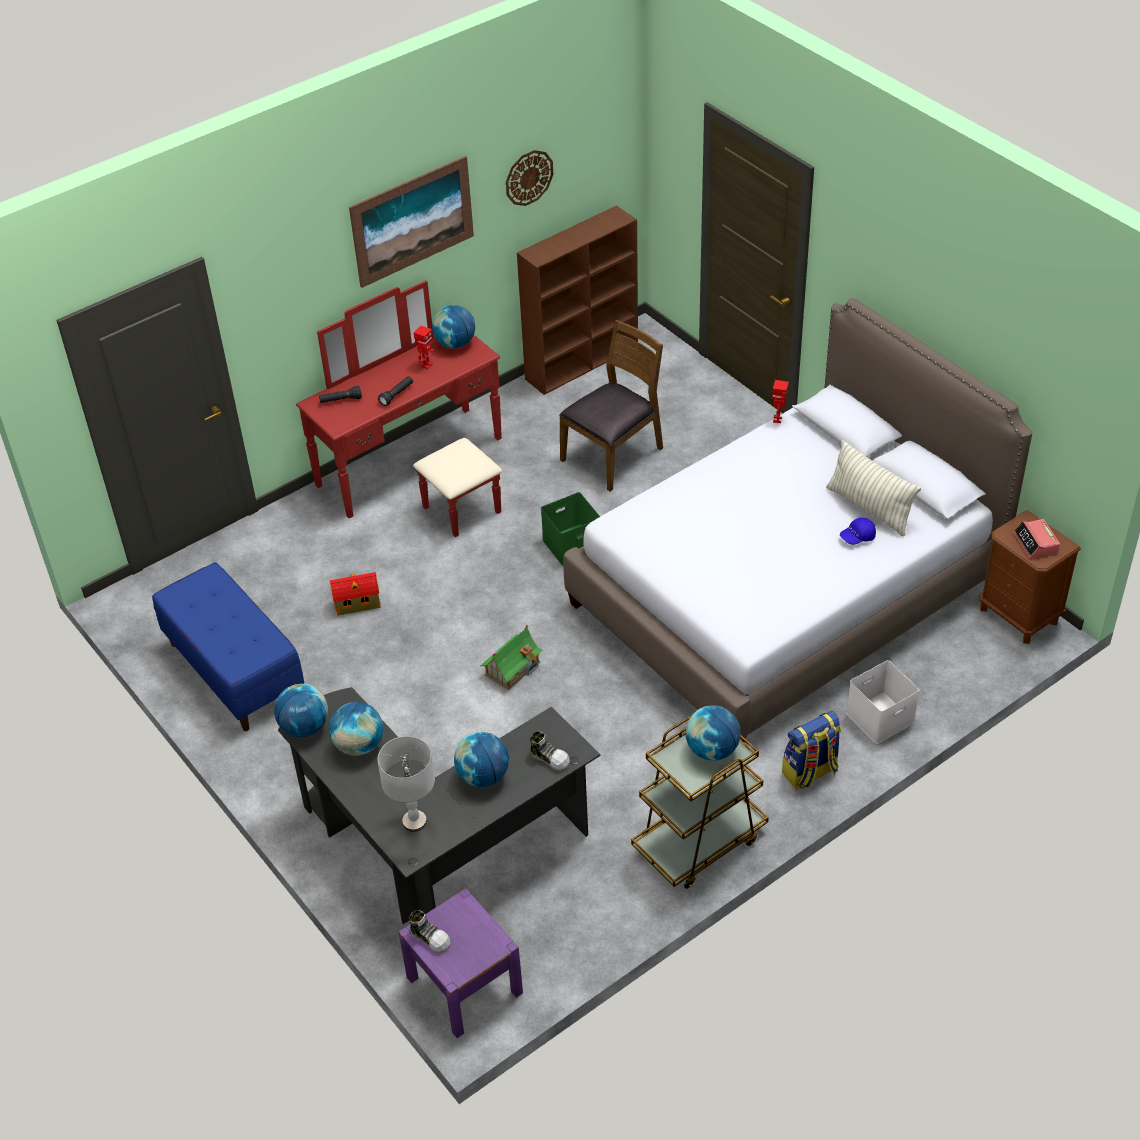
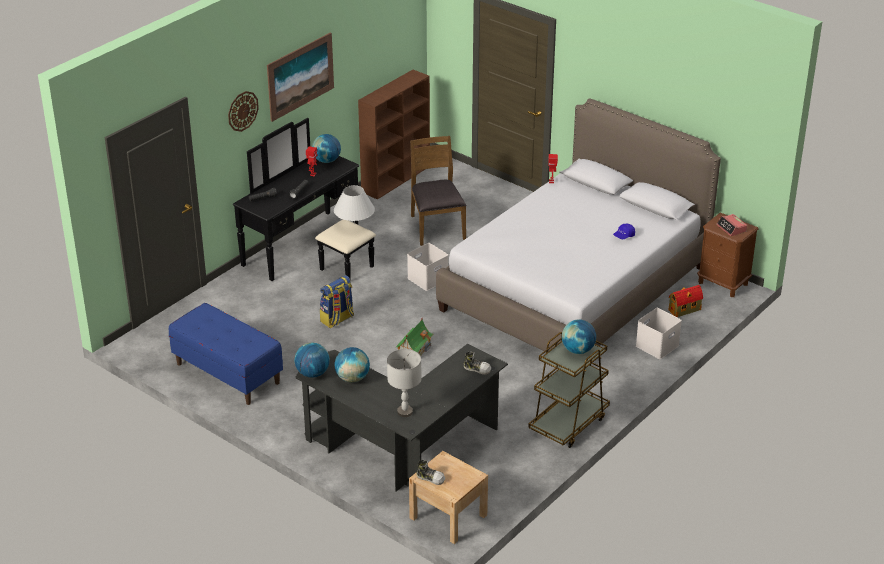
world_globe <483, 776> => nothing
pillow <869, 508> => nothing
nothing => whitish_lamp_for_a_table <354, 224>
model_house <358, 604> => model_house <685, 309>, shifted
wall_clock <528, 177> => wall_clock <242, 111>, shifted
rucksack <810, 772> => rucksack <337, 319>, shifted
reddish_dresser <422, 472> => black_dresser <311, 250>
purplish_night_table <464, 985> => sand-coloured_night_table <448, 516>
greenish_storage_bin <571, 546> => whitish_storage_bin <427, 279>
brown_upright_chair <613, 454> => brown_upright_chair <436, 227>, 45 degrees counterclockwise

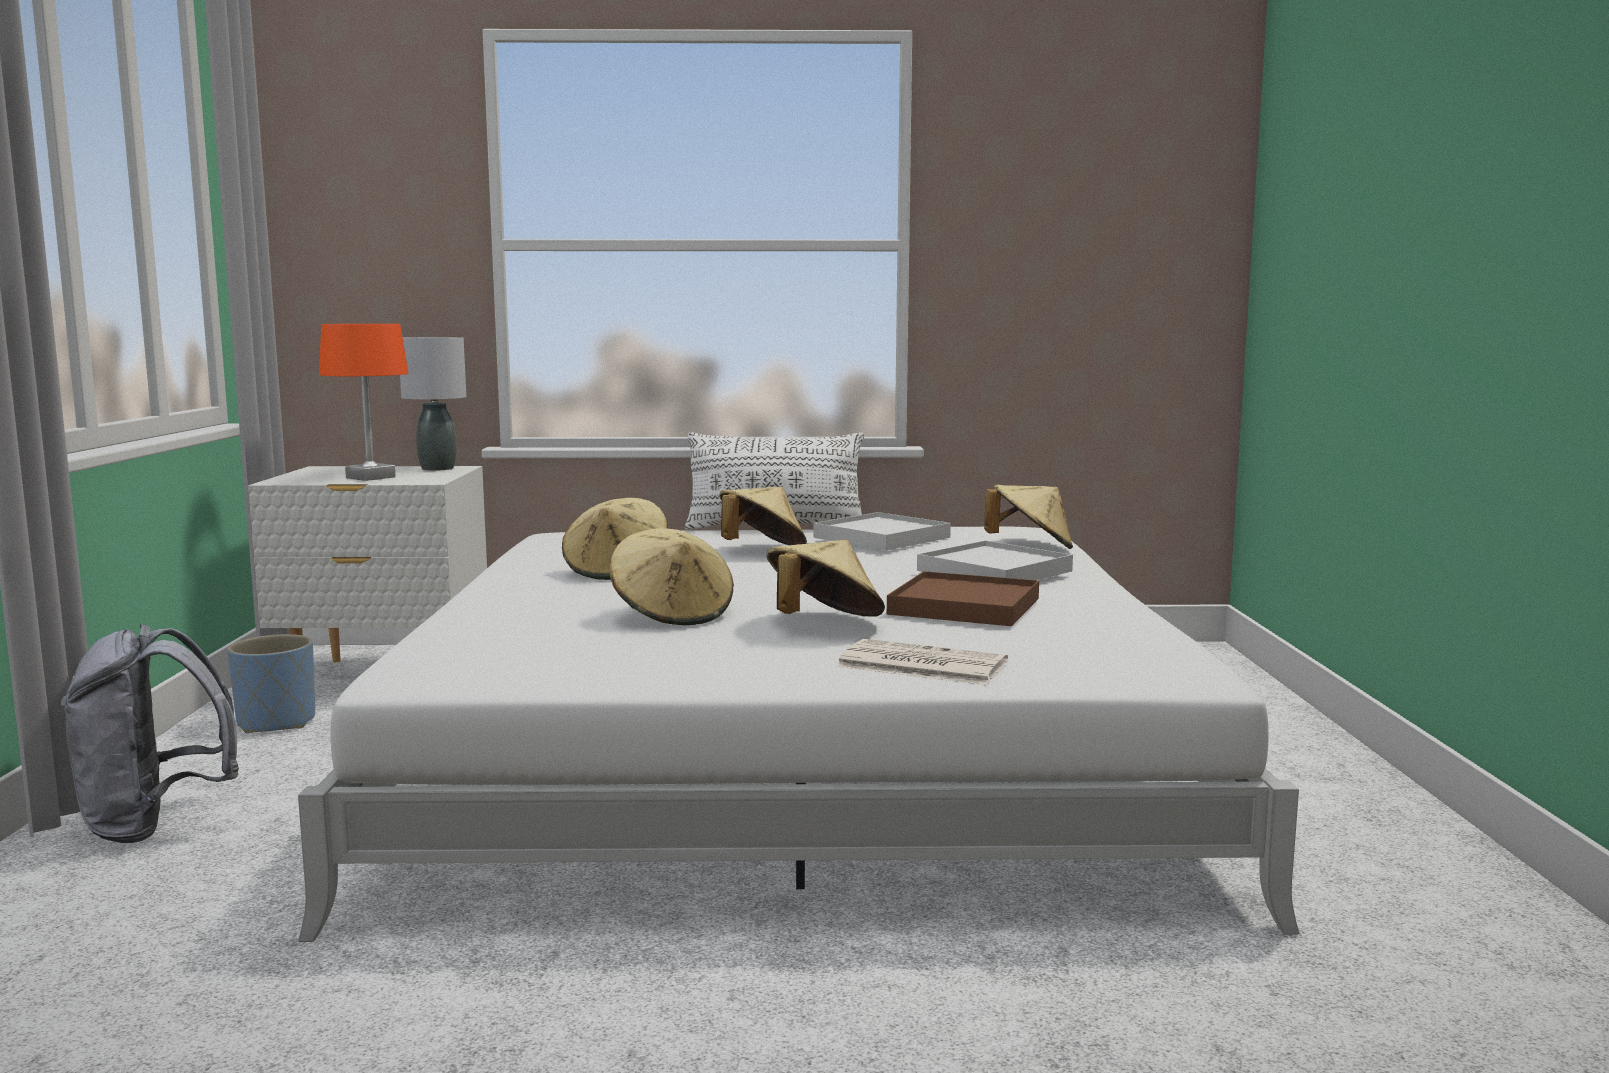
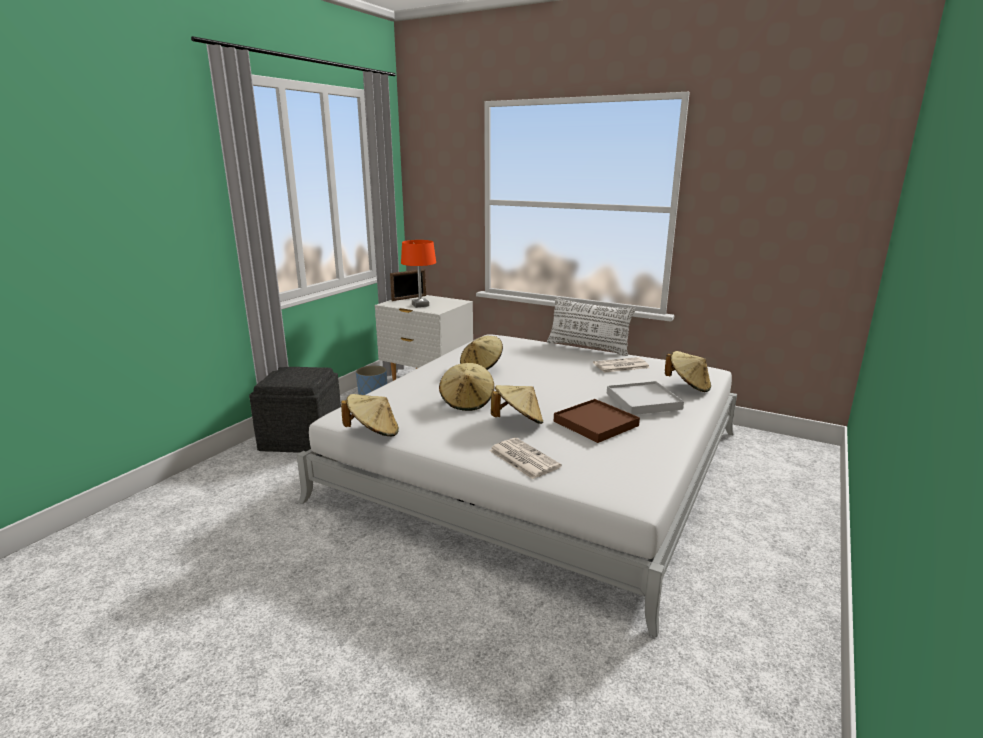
grey_lamp_for_a_table <438, 468> => nothing
nothing => picture_frame <409, 298>
sand-coloured_clothing_hat <762, 550> => sand-coloured_clothing_hat <373, 432>, shifted
grey_rucksack <155, 824> => grey_footrest <302, 438>
whitish_carrying_tray <881, 537> => printed_paper <620, 366>

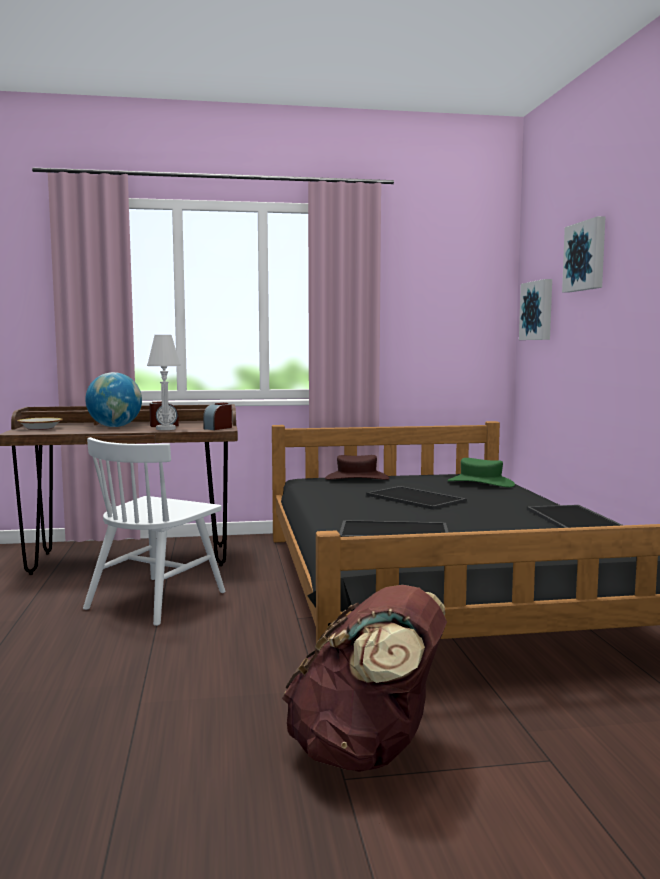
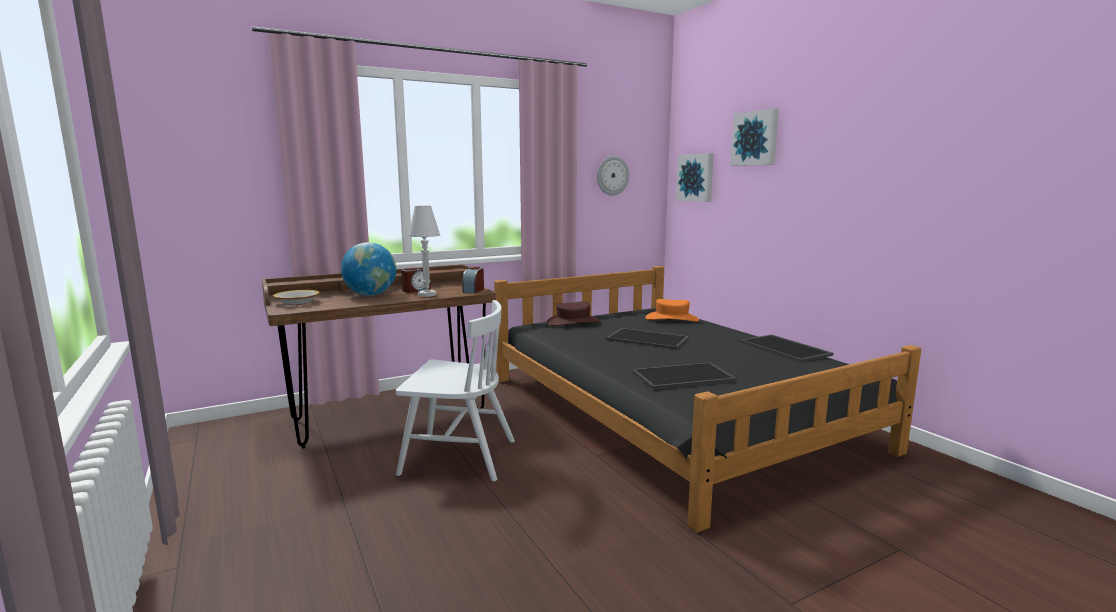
brown_rucksack <366, 752> => nothing
nothing => wall_clock <612, 175>
greenish_clothing_hat <480, 483> => orange-coloured_clothing_hat <671, 319>
whitish_upright_chair <156, 600> => whitish_upright_chair <458, 457>, 90 degrees counterclockwise

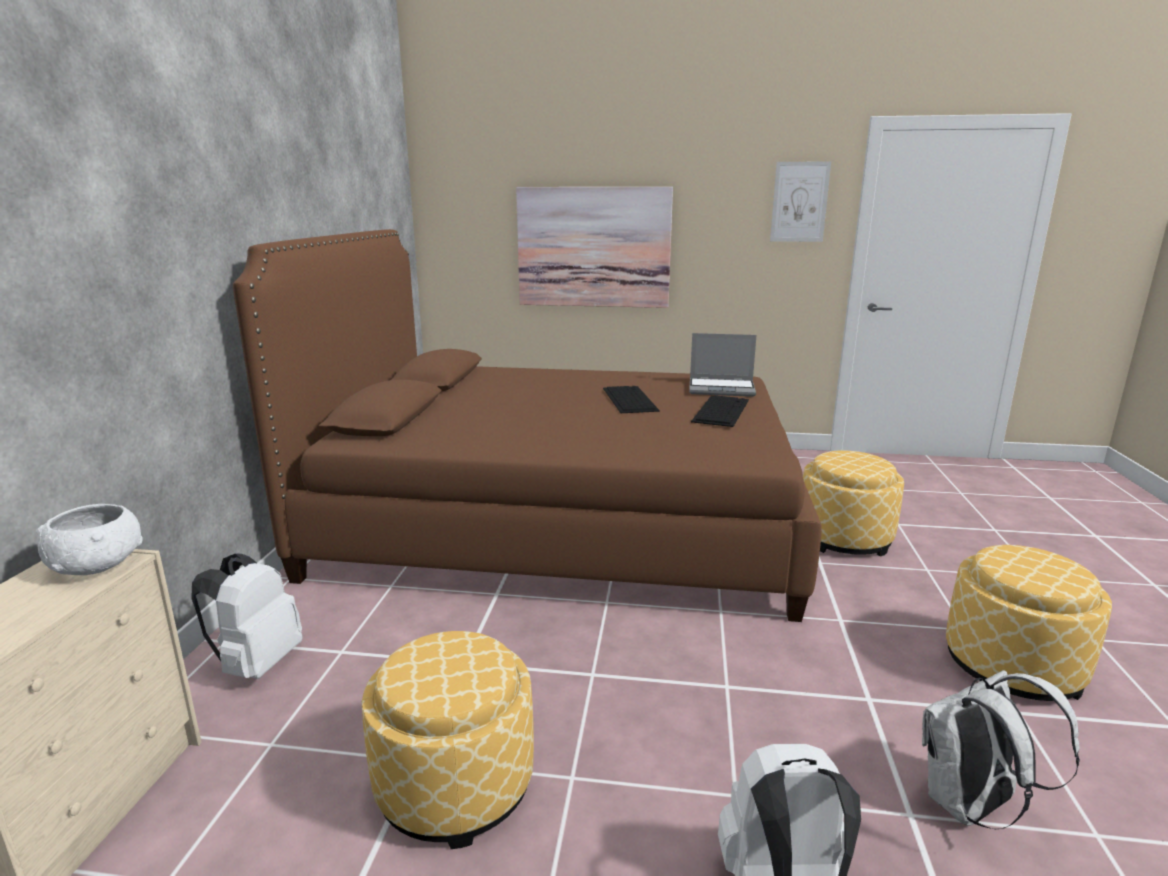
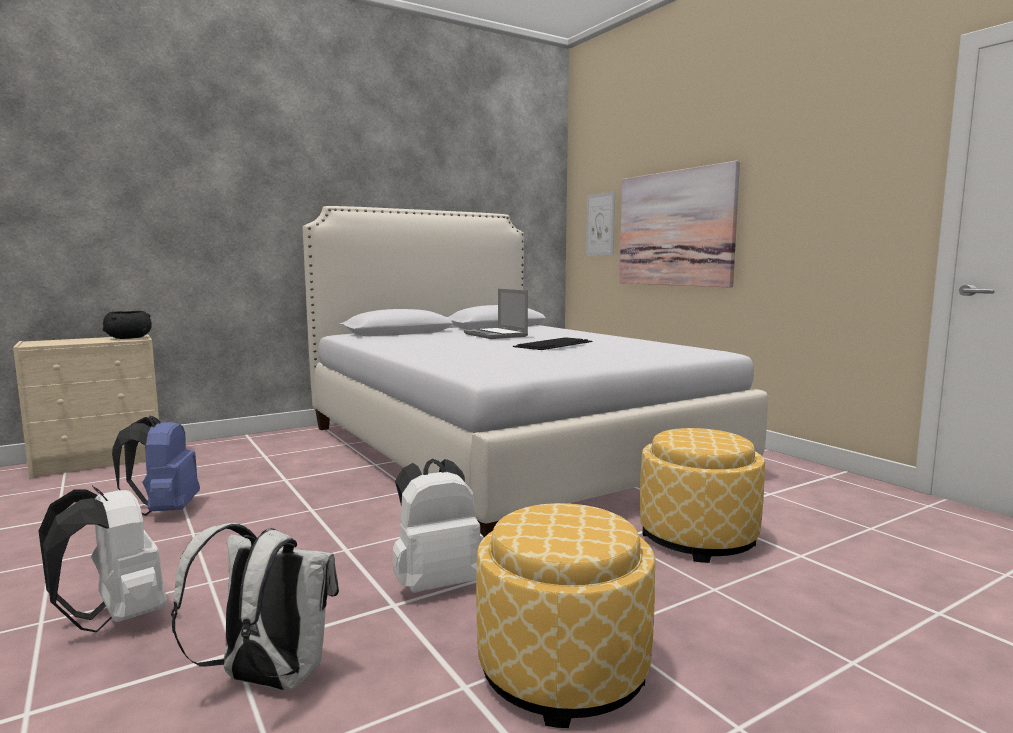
PC_keyboard <721, 410> => nothing
whitish_rucksack <257, 664> => whitish_rucksack <437, 583>, shifted
laptop <722, 389> => laptop <496, 335>, shifted
wall_art <799, 202> => wall_art <600, 224>, shifted
footrest <455, 785> => bluish_rucksack <165, 510>
whitish_bowl <97, 565> => black_bowl <129, 338>
brown_bed <561, 521> => whitish_bed <505, 450>

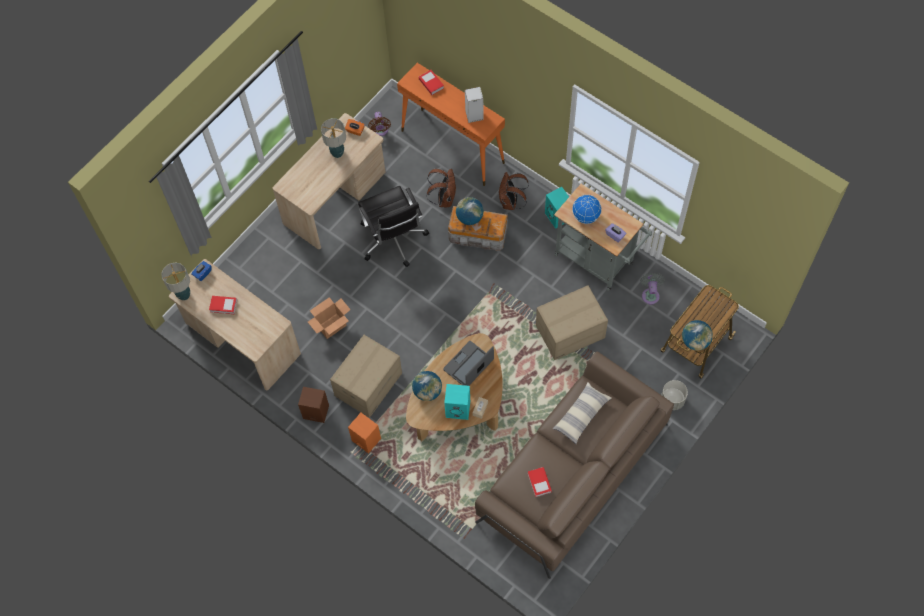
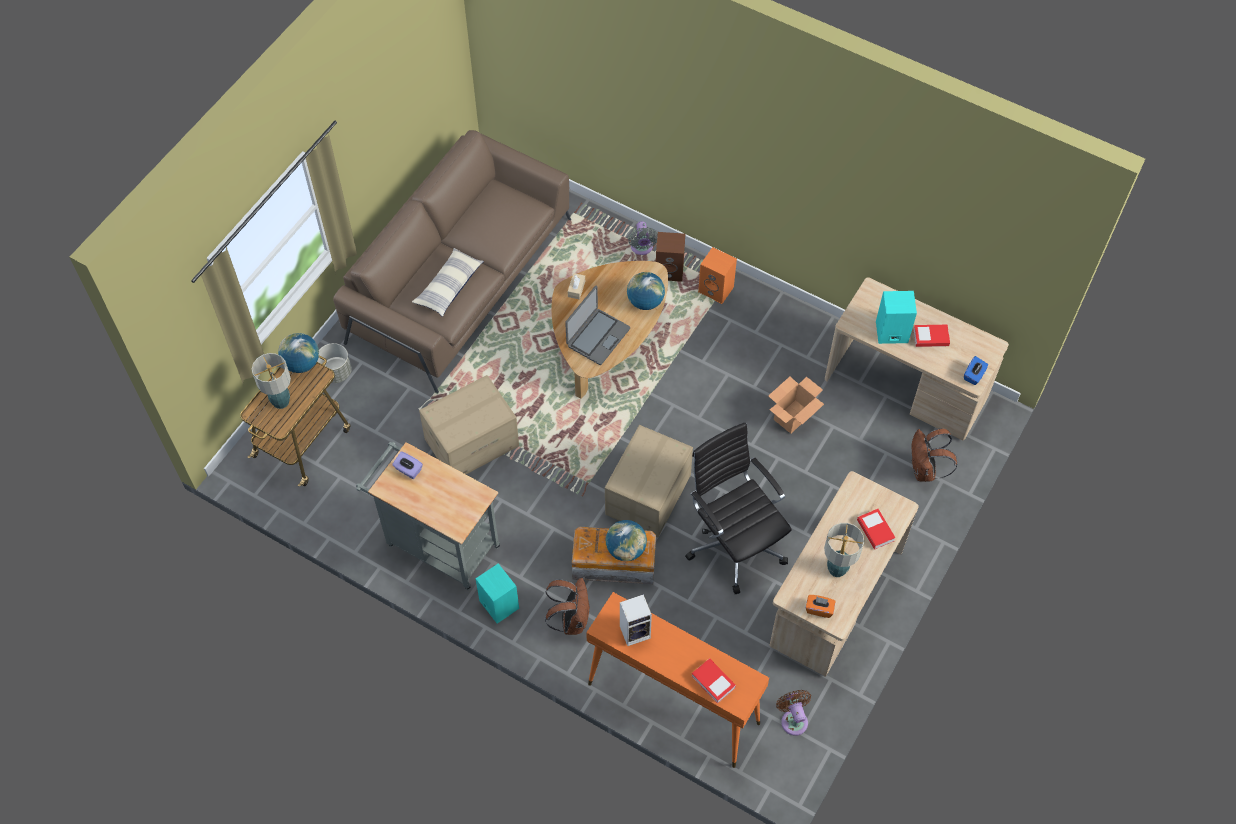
world_globe <585, 216> => nothing
lamp_for_a_table <183, 295> => lamp_for_a_table <281, 402>, shifted
brown_speaker <315, 412> => brown_speaker <670, 270>, shifted
carton <368, 384> => carton <648, 495>, shifted
brown_rucksack <444, 198> => brown_rucksack <925, 470>, shifted
turquoise-coloured_speaker <458, 408> => turquoise-coloured_speaker <891, 333>, shifted
book <539, 482> => book <875, 530>, shifted
grey_fan <650, 294> => grey_fan <642, 248>, shifted

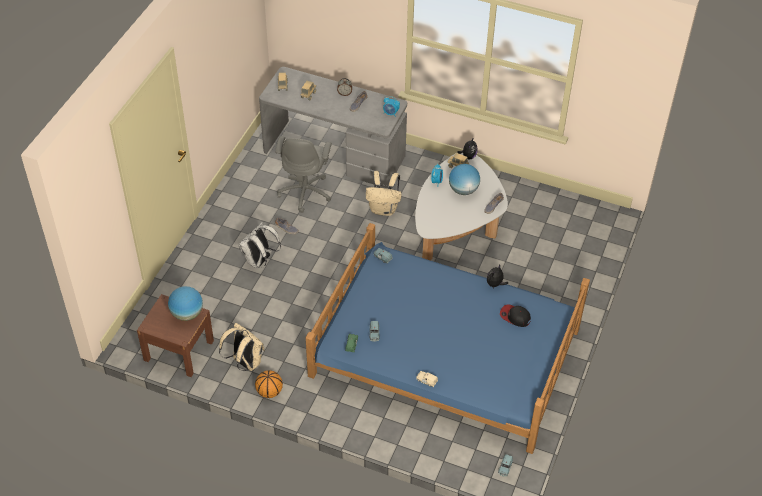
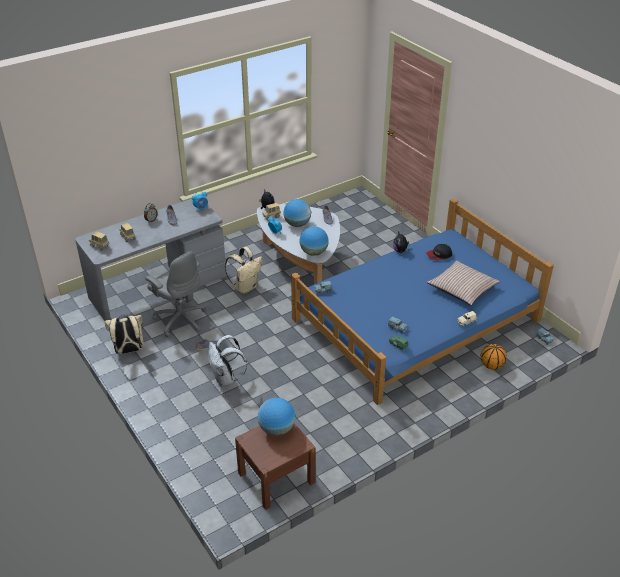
nothing => world_globe <313, 252>
nothing => pillow <462, 288>
sand-coloured_rucksack <245, 362> => sand-coloured_rucksack <129, 350>, shifted
basketball_ball <269, 392> => basketball_ball <491, 366>, shifted

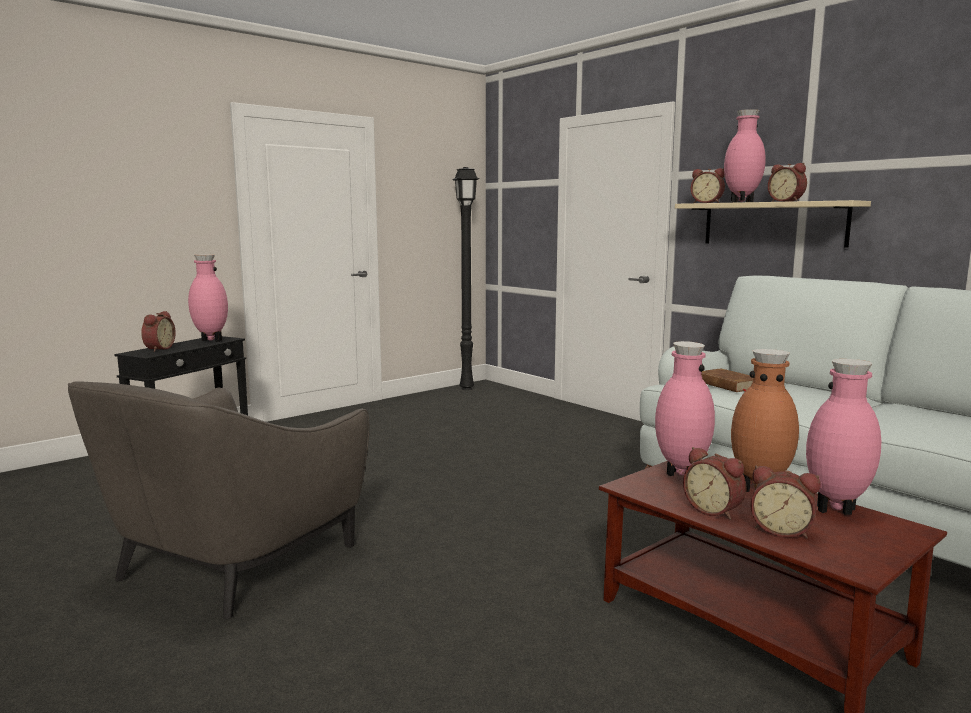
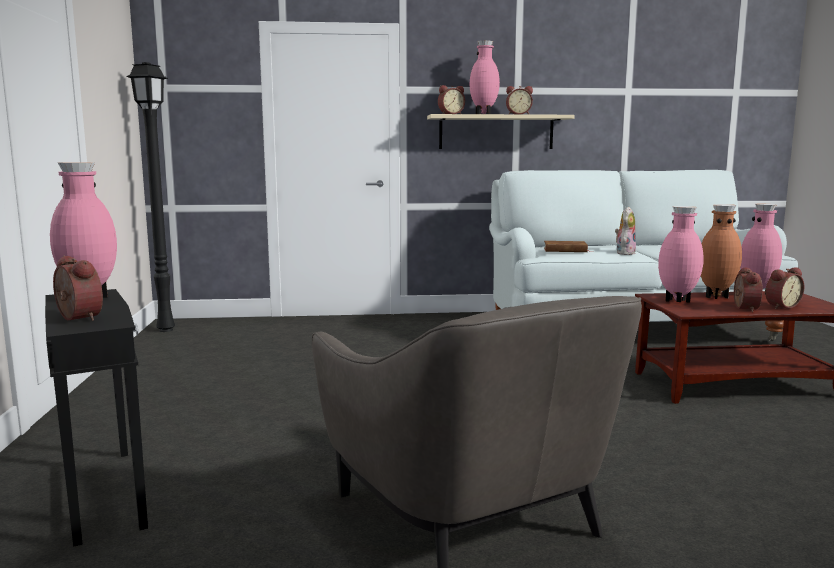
nothing => cuddly_toy <624, 253>
alarm_clock <714, 510> => alarm_clock <743, 308>, 75 degrees counterclockwise

